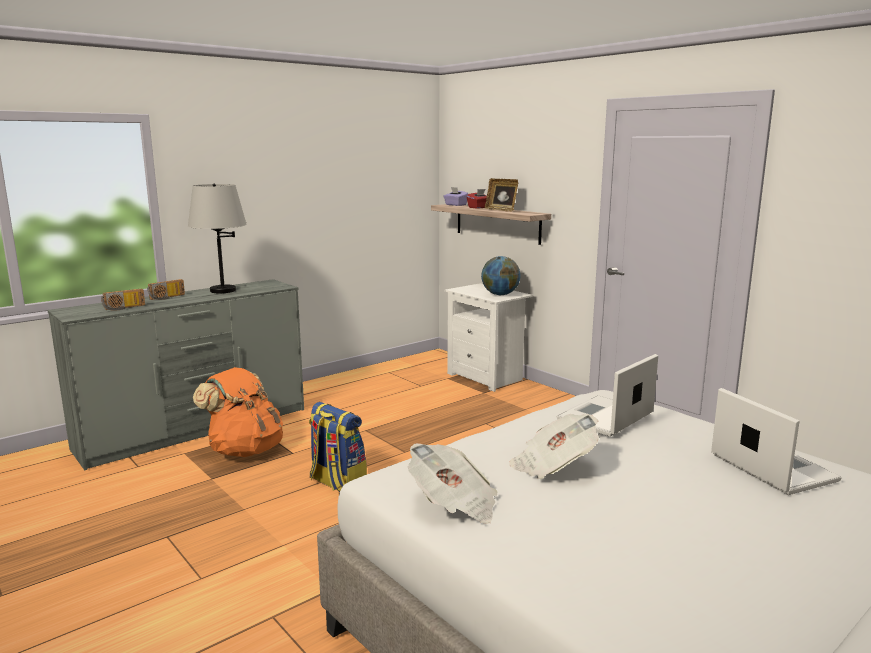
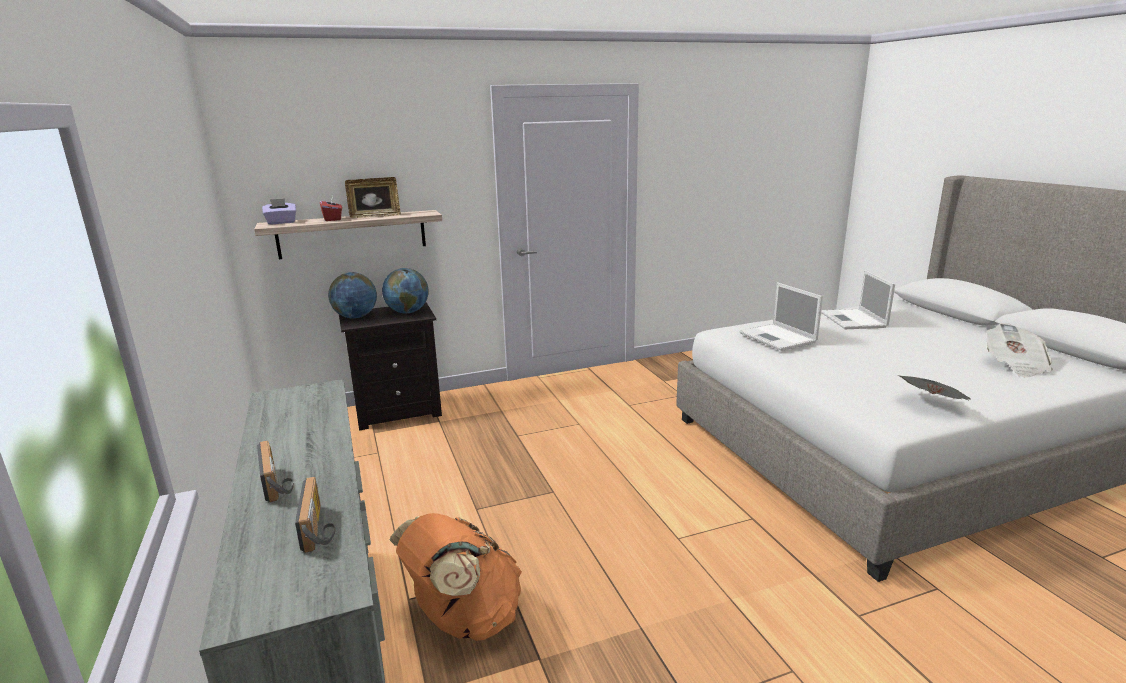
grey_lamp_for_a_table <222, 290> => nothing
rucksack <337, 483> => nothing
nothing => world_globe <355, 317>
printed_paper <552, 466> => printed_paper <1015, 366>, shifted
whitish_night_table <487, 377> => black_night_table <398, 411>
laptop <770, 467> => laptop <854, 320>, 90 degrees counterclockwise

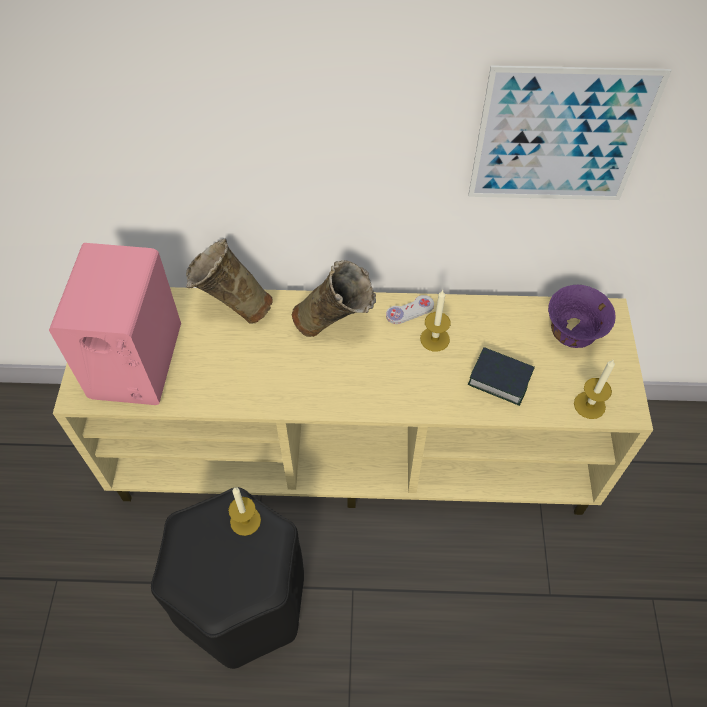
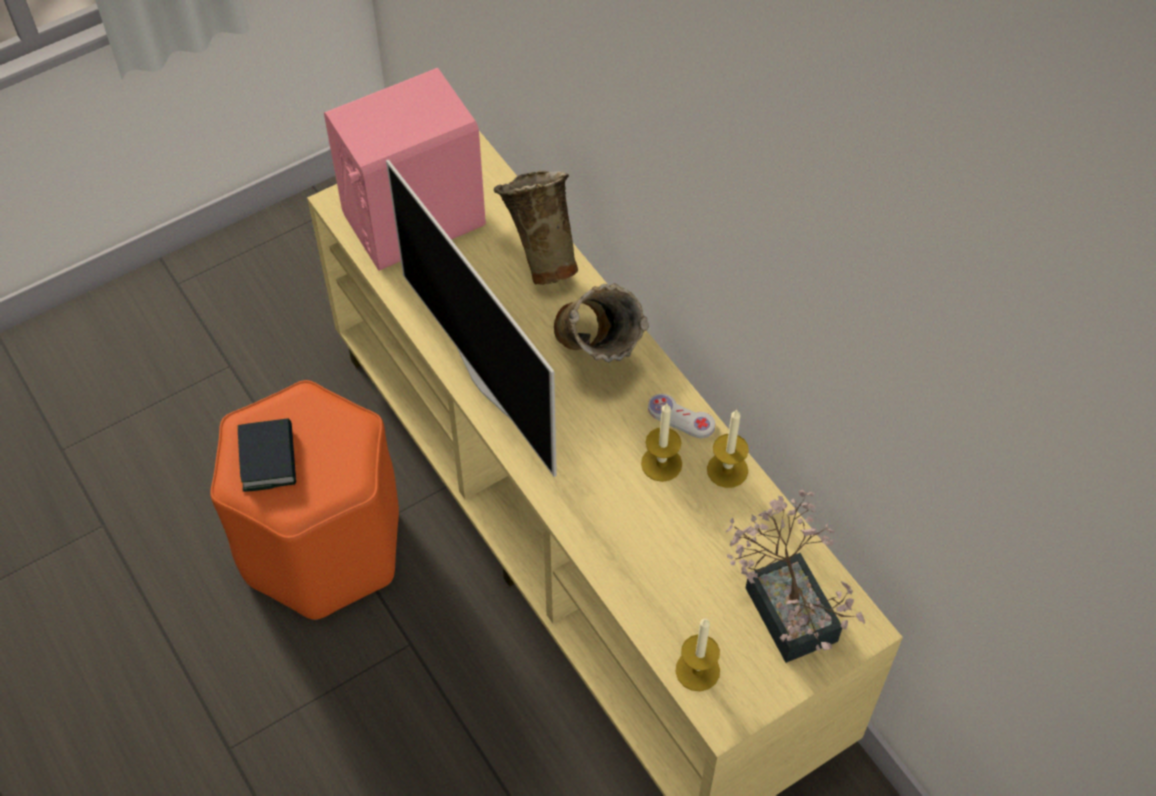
wall_art <560, 137> => nothing
nothing => TV_set <489, 380>
wax_candle <245, 520> => wax_candle <727, 470>, shifted
book <500, 379> => book <268, 459>, shifted
purplish_bowl <571, 336> => potted_plant <786, 603>
black_stool_seat <243, 601> => orange-coloured_stool_seat <323, 545>

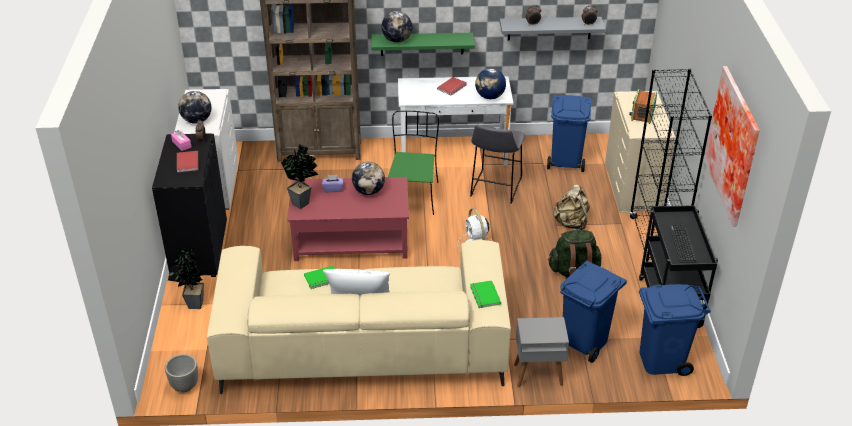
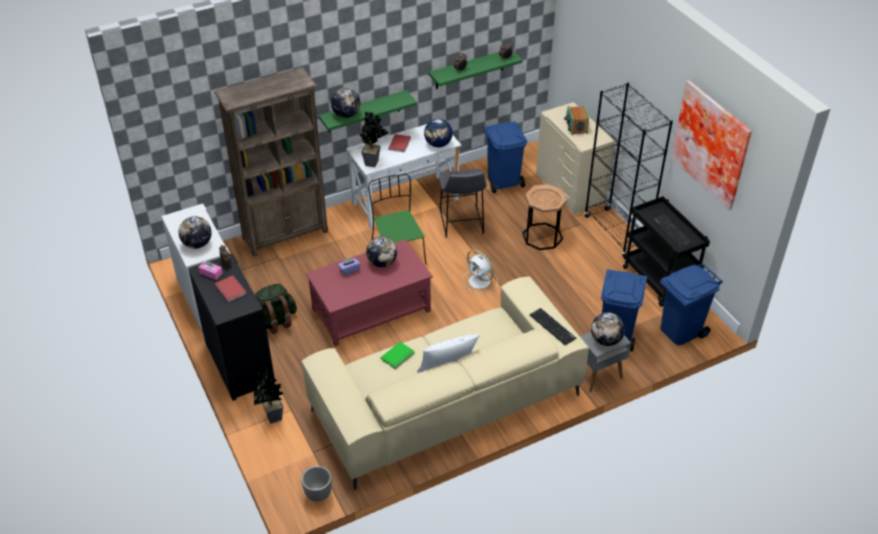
nothing => world_globe <606, 340>
potted_plant <303, 203> => potted_plant <373, 162>, shifted
greenish_rucksack <573, 271> => greenish_rucksack <274, 321>, shifted
greenish_book <484, 295> => PC_keyboard <552, 326>
sand-coloured_rucksack <571, 223> => brown_side_table <542, 236>
grey_shelf <549, 28> => greenish_shelf <469, 69>

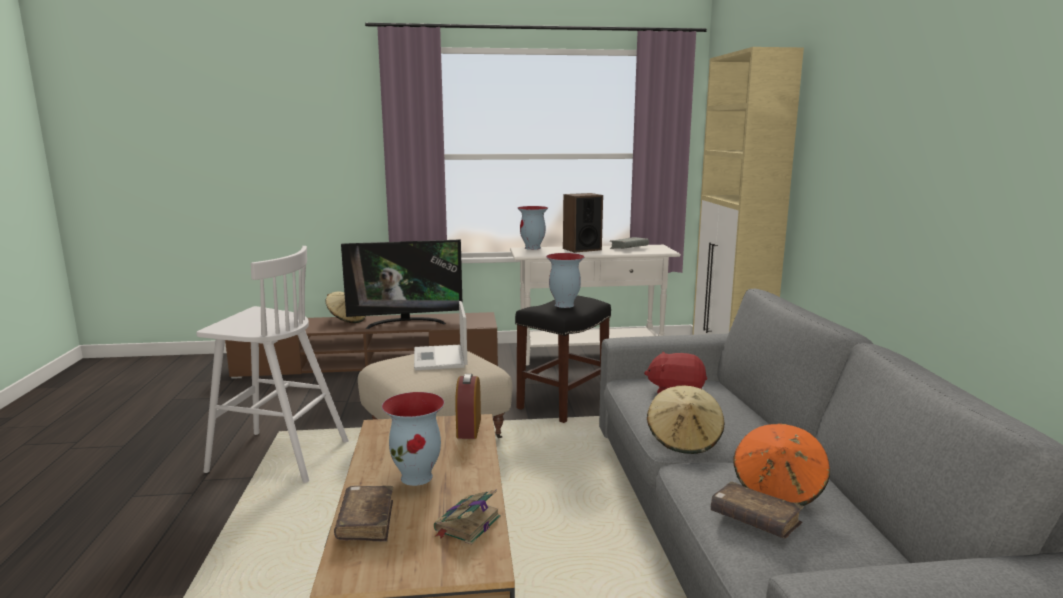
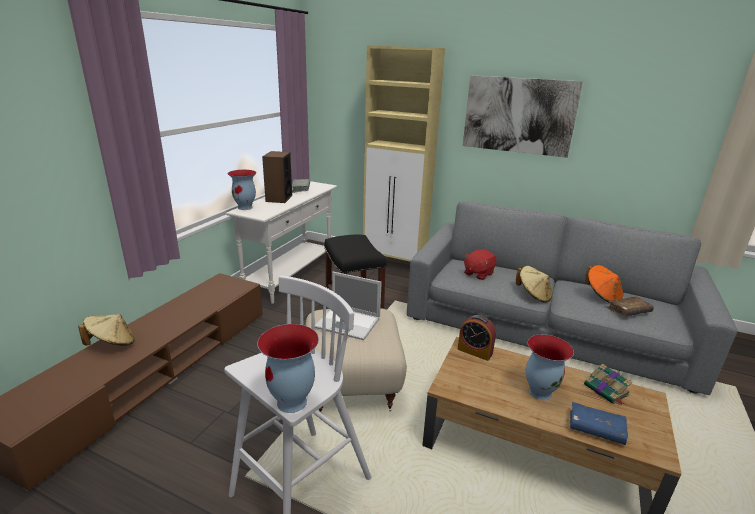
TV_set <405, 322> => nothing
nothing => wall_art <518, 115>
decorative_vase <564, 305> => decorative_vase <292, 402>, shifted
brown_book <366, 522> => bluish_book <595, 429>

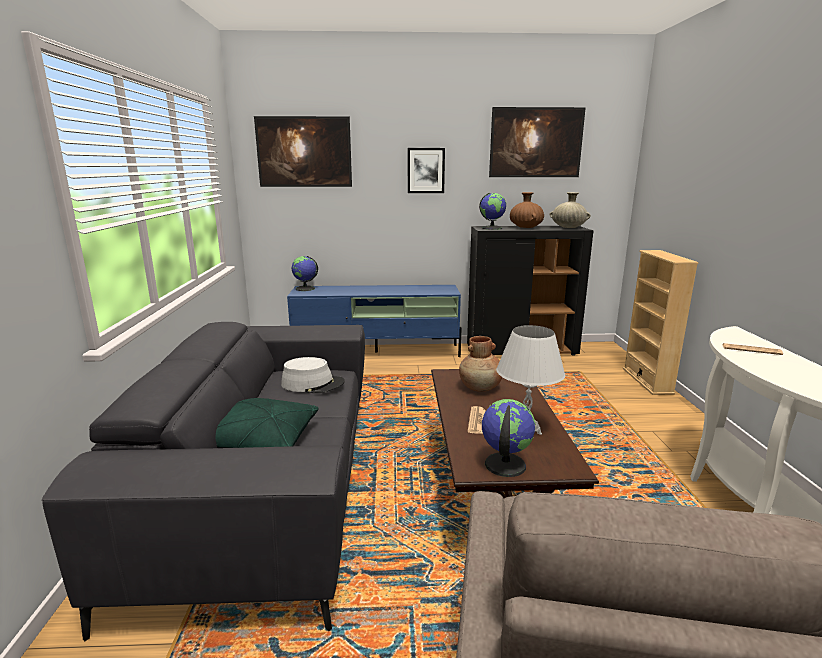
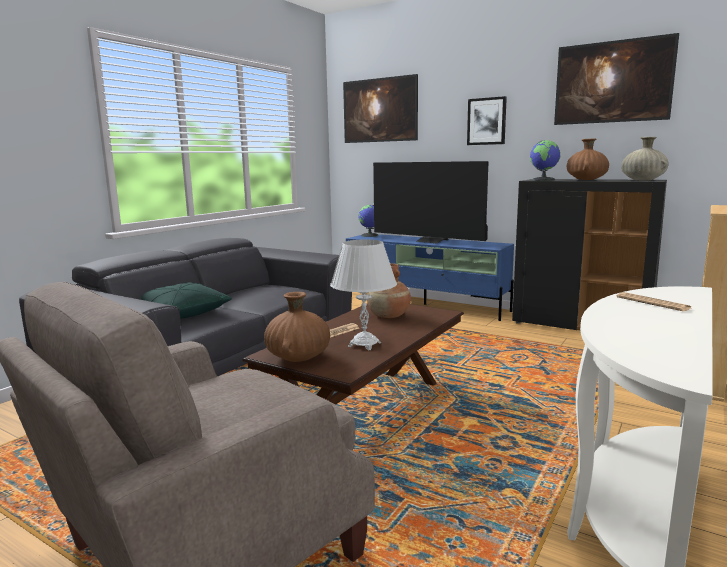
grey_clothing_hat <313, 384> => nothing
nothing => TV_set <430, 241>
world_globe <504, 464> => brown_decorative_vase <298, 358>

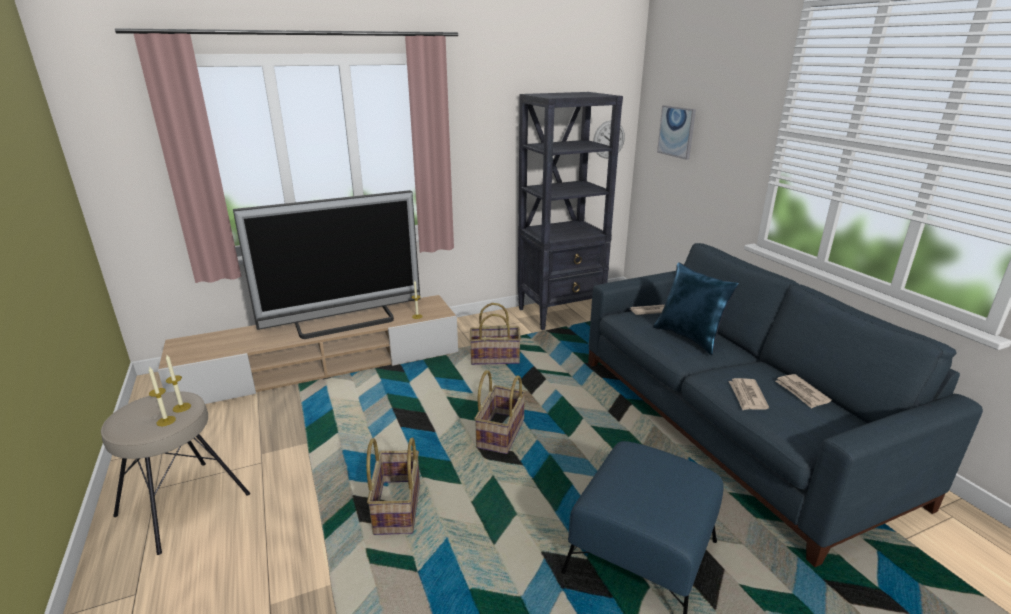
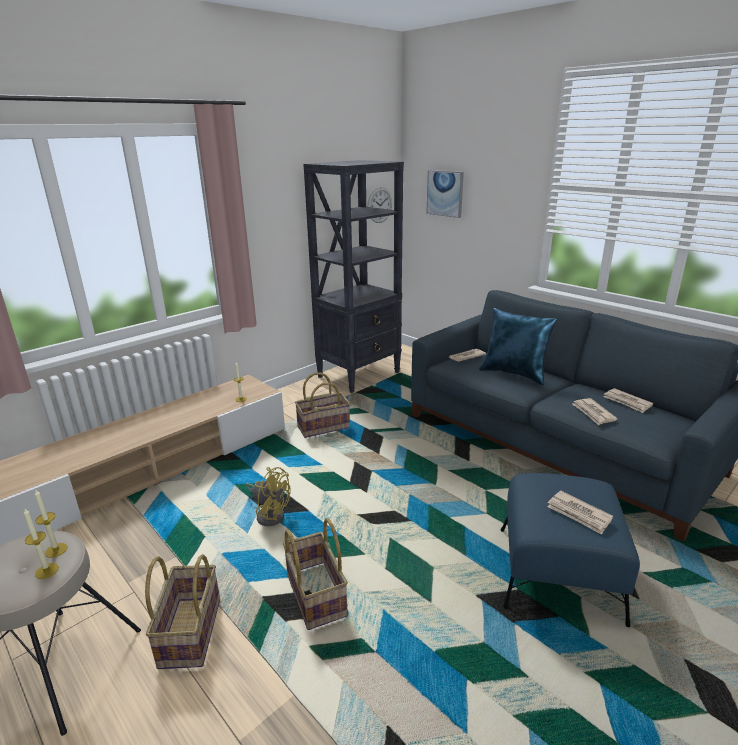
TV_set <345, 322> => nothing
nothing => yellow_fan <269, 514>
nothing => printed_paper <579, 514>
basket <500, 433> => basket <189, 631>, shifted

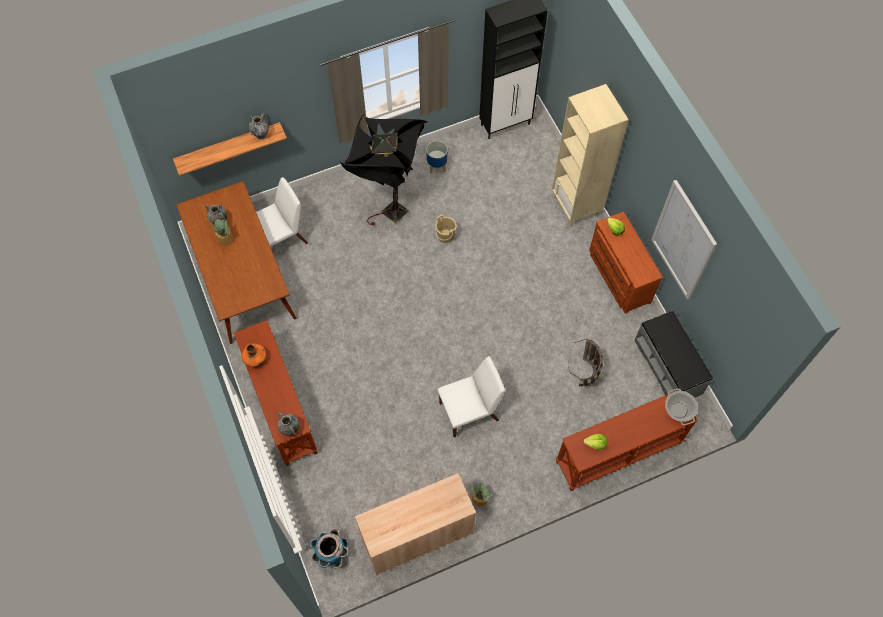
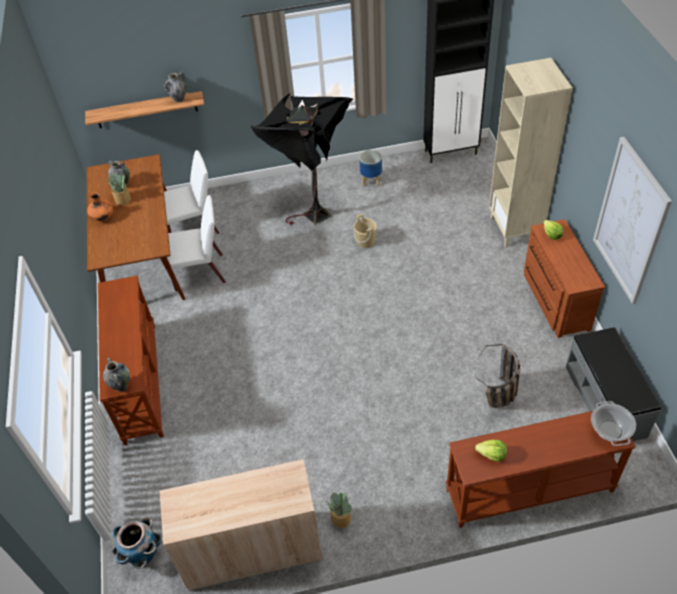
orange-coloured_decorative_vase <255, 359> => orange-coloured_decorative_vase <103, 217>, shifted
whitish_upright_chair <469, 411> => whitish_upright_chair <200, 272>, shifted

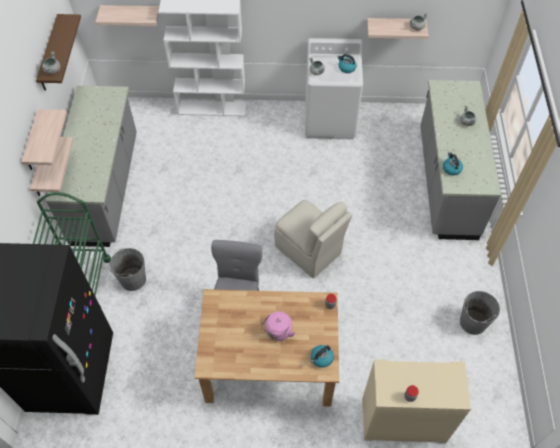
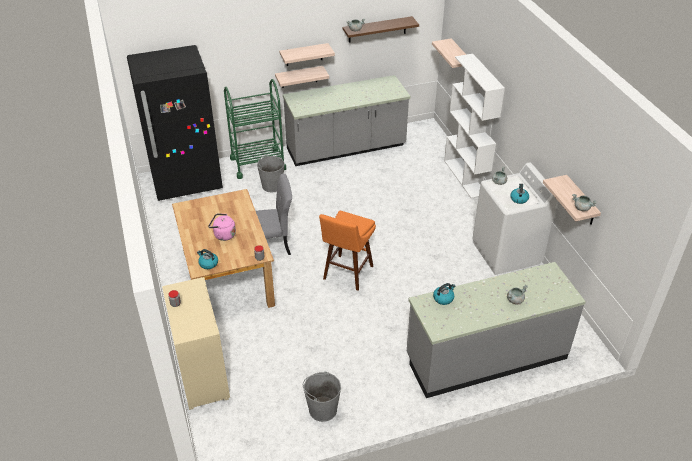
sand-coloured_upright_chair <309, 251> => orange-coloured_stool_seat <346, 274>

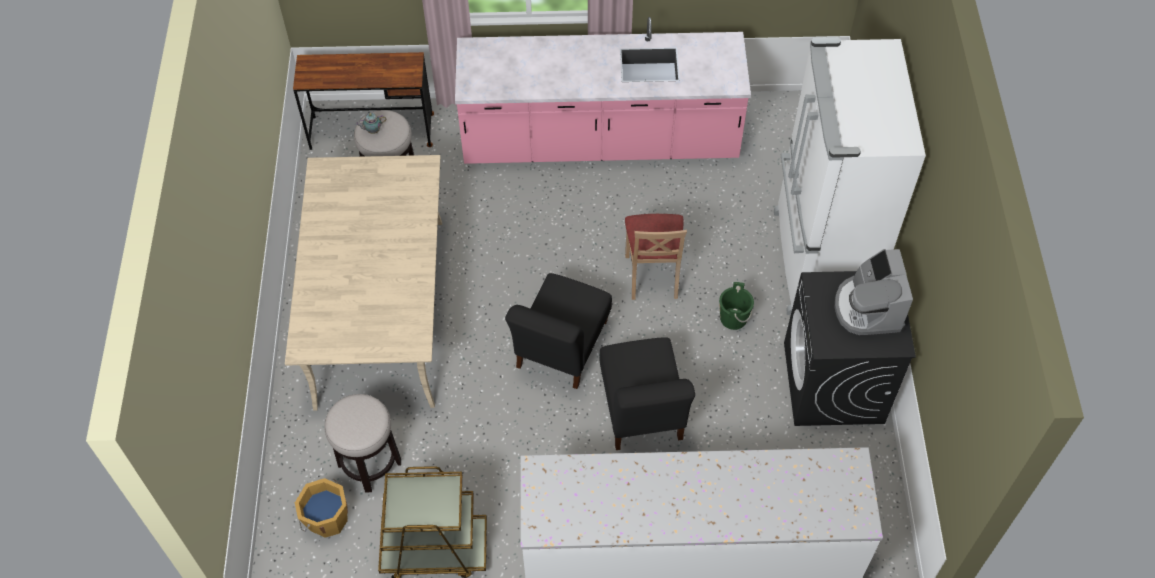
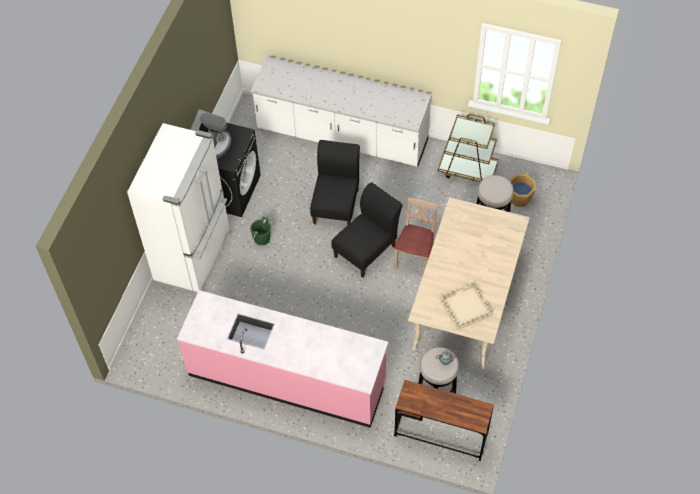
nothing => sand-coloured_carrying_tray <465, 306>
sand-coloured_upright_chair <653, 275> => sand-coloured_upright_chair <415, 258>, shifted

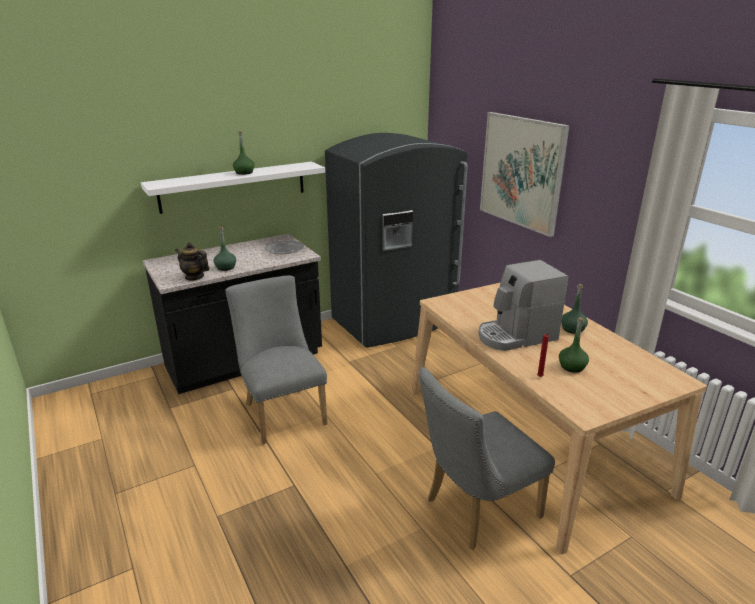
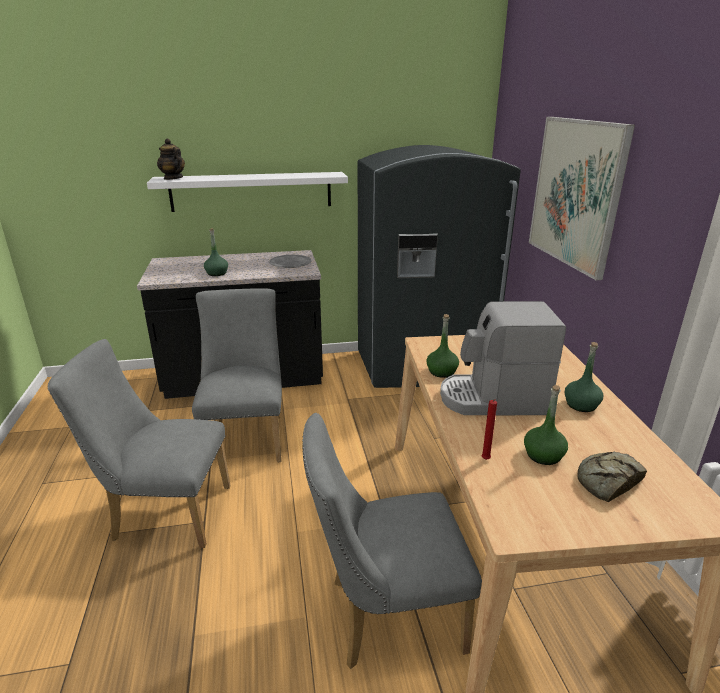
nothing => grey_upright_chair <164, 513>
nothing => bread <607, 481>
tea_pot <194, 277> => tea_pot <173, 178>, shifted
greenish_bottle <244, 172> => greenish_bottle <442, 372>, shifted

